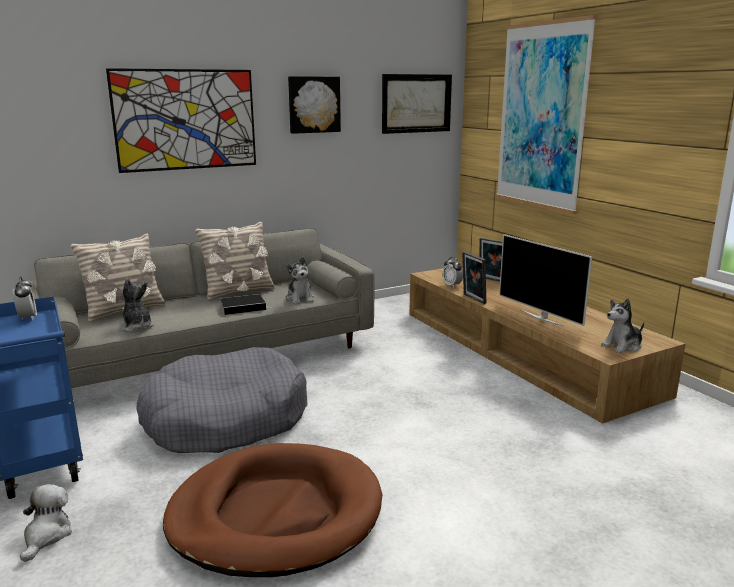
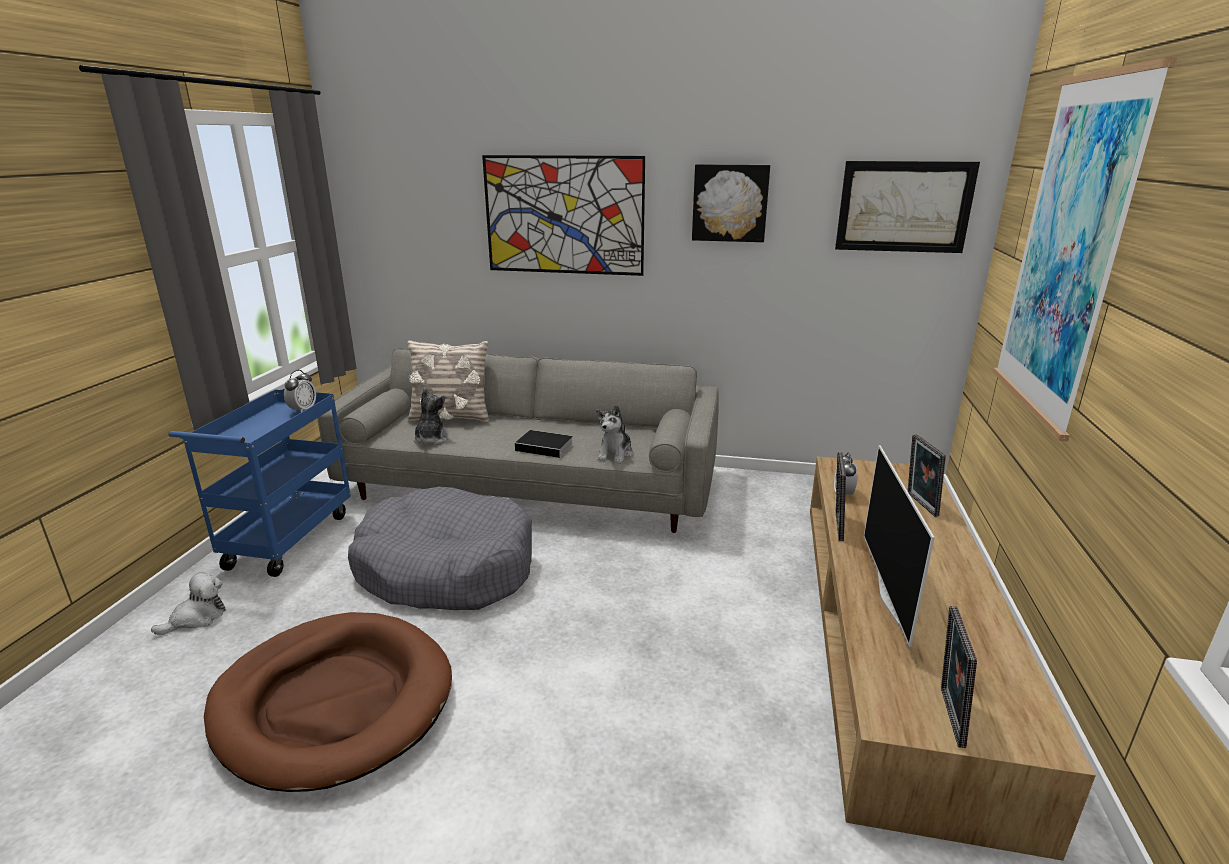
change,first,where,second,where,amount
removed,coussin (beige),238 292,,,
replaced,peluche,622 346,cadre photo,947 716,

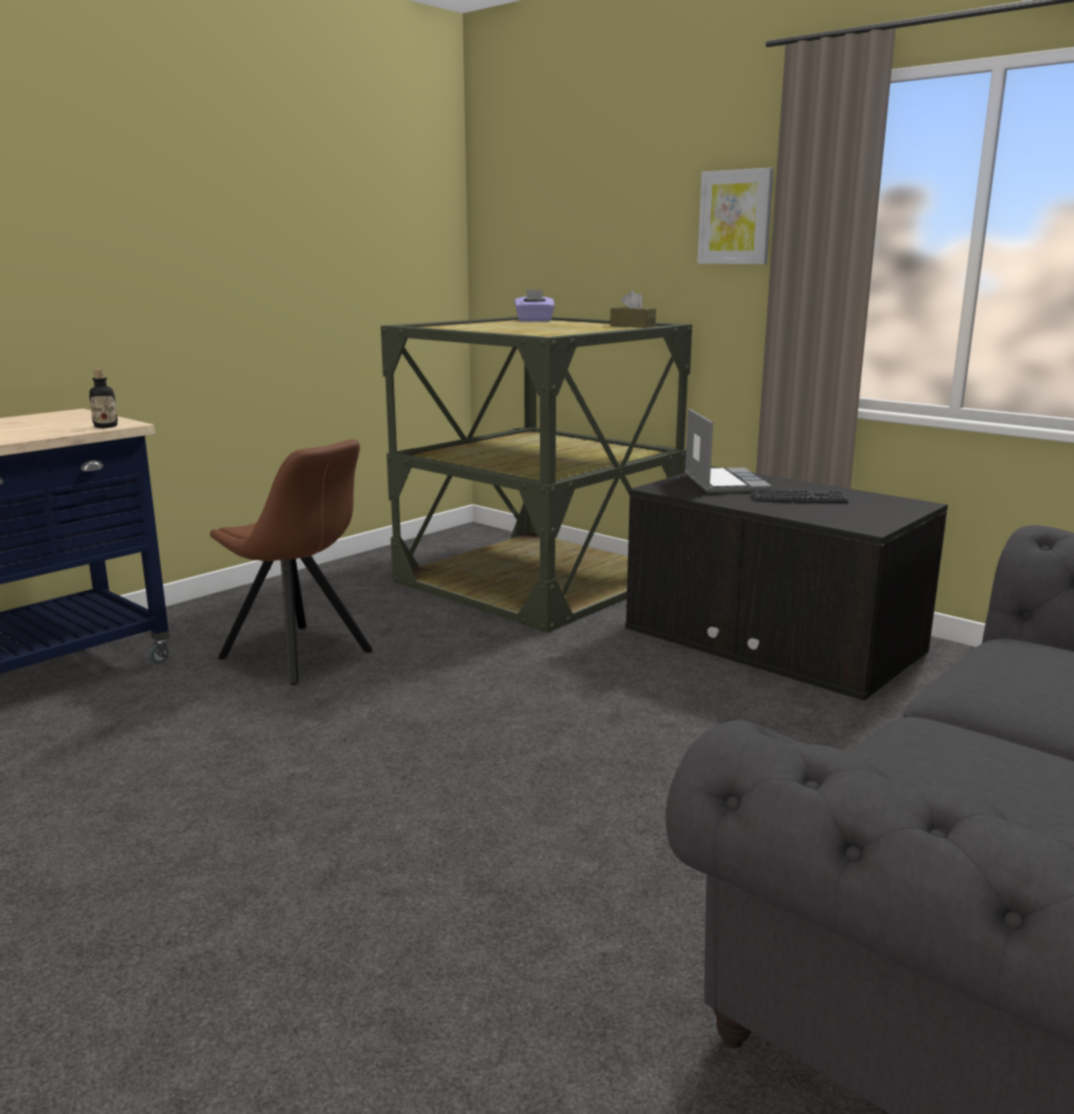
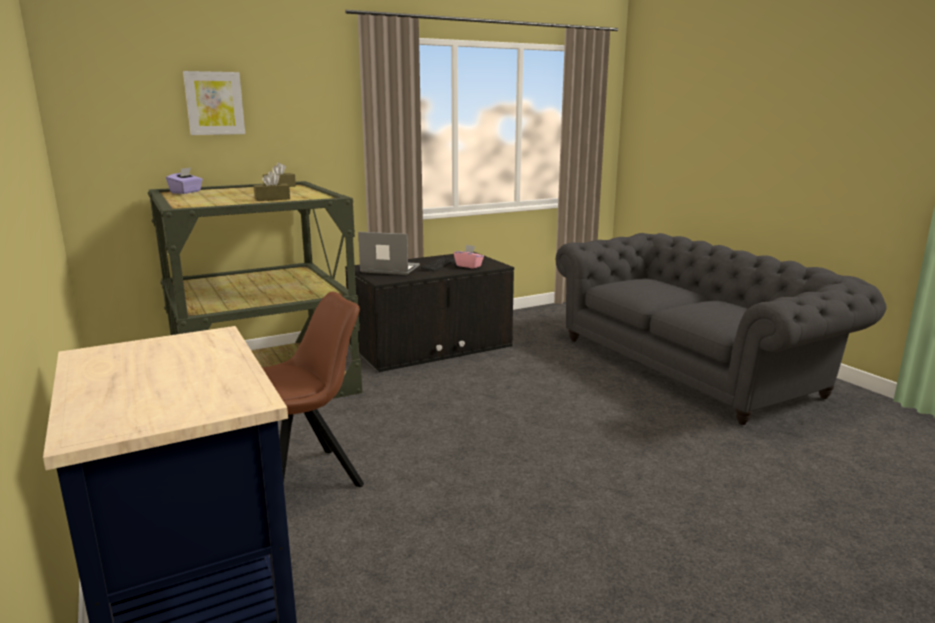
change,first,where,second,where,amount
removed,bouteille,106 426,,,
moved,tableau,735 217,,214 103,
added,,,boîte à mouchoirs (marron),272 199,
added,,,boîte à mouchoirs (rose),469 266,

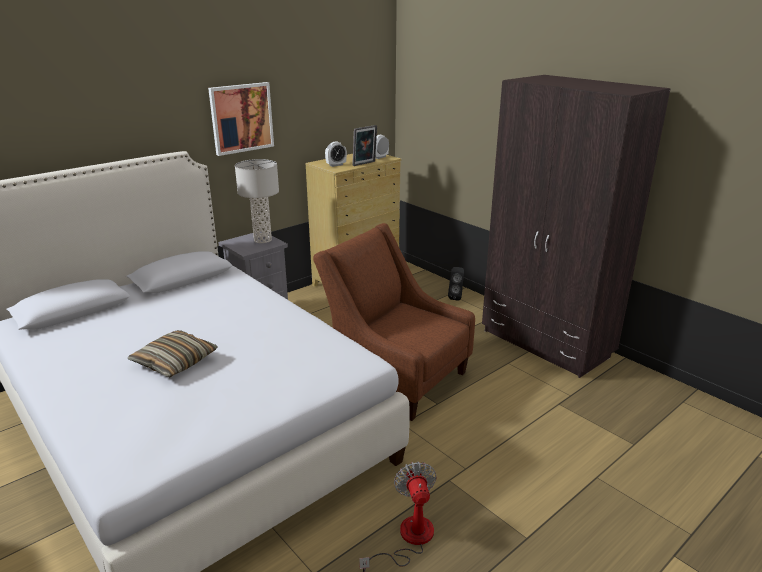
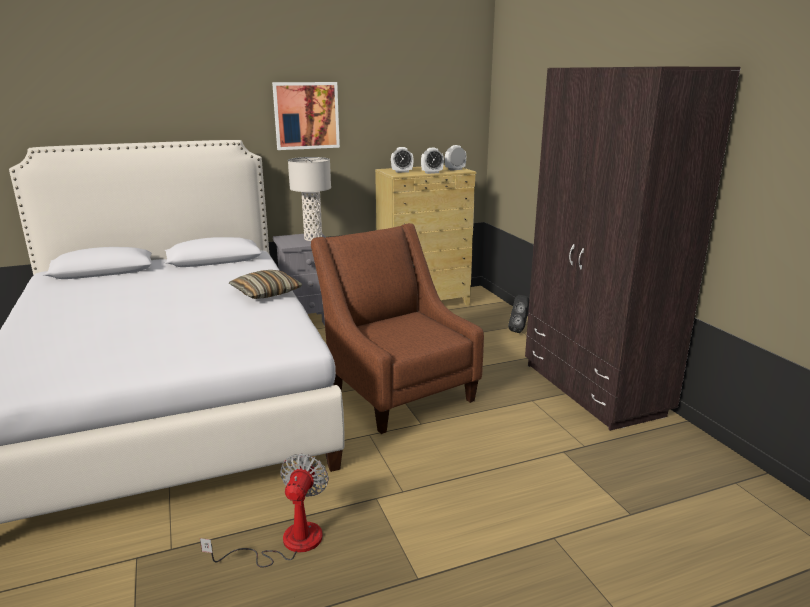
change,first,where,second,where,amount
moved,coussin,175 361,,266 293,
replaced,cadre photo,365 164,réveil,432 172,

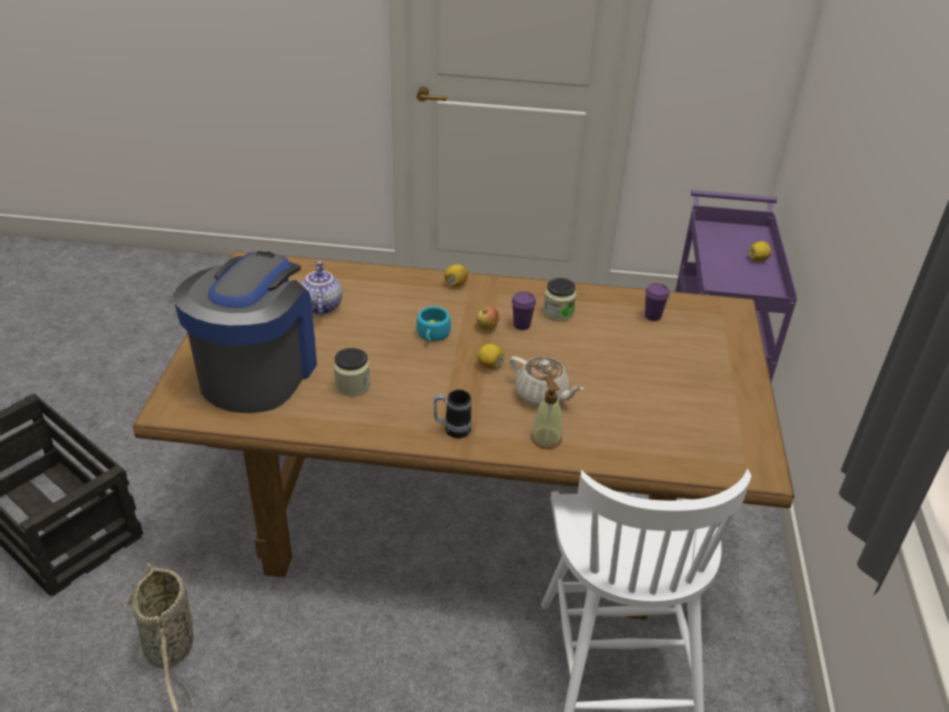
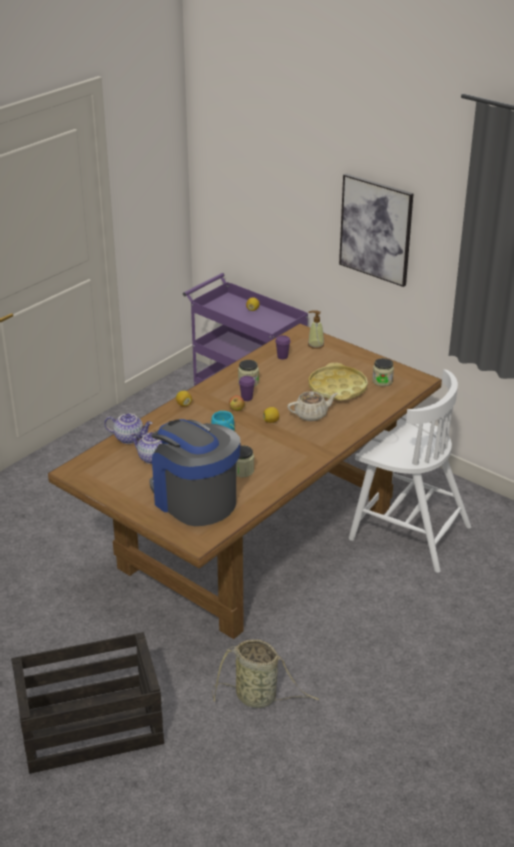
change,first,where,second,where,amount
removed,mug,452 429,,,
moved,distributeur de savon,546 438,,315 345,
added,,,théière,129 438,
added,,,plateau (jaune),337 388,
added,,,tableau,376 229,
added,,,bocal,382 381,

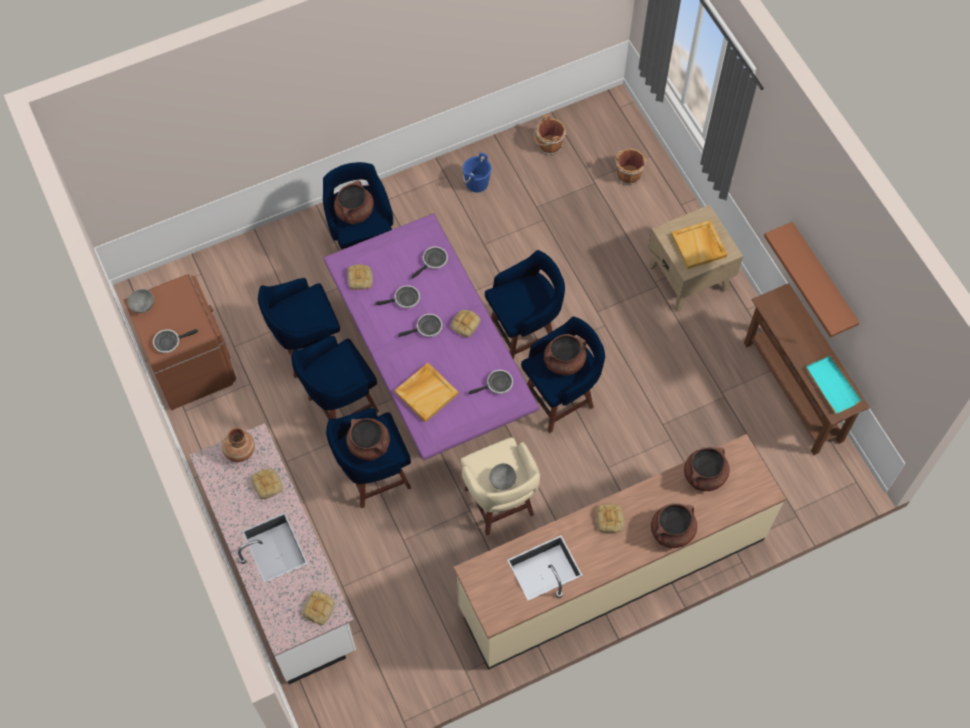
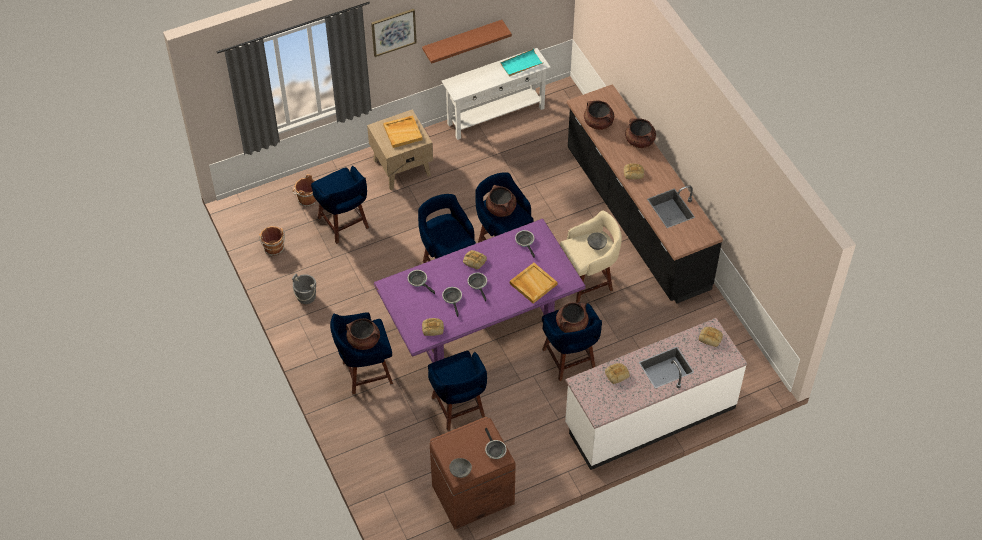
change,first,where,second,where,amount
removed,vase (marron),239 451,,,
moved,tabouret (bleu),340 406,,344 225,
recoloured,comptoir de cuisine (beige),612 572,comptoir de cuisine (noir),636 219,
recoloured,seau (bleu),477 183,seau (gris),306 296,
recoloured,table console (marron),793 391,table console (blanc),495 115,
added,,,tableau,393 32,

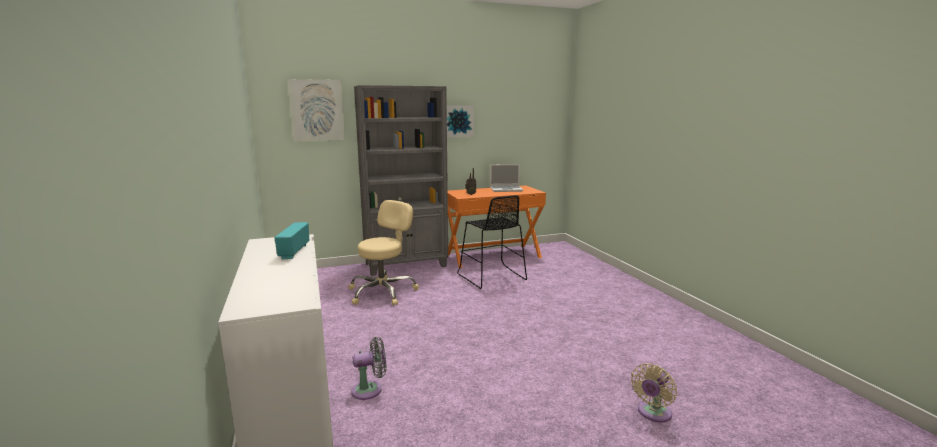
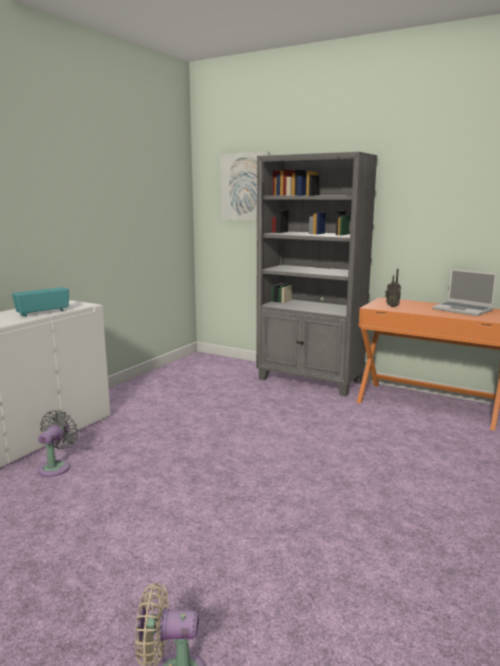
change,first,where,second,where,amount
removed,chaise de bureau (beige),384 291,,,
turned,ventilateur (gris),370 390,,56 467,105 degrees counterclockwise
removed,tableau,458 121,,,
removed,tabouret (noir),491 276,,,

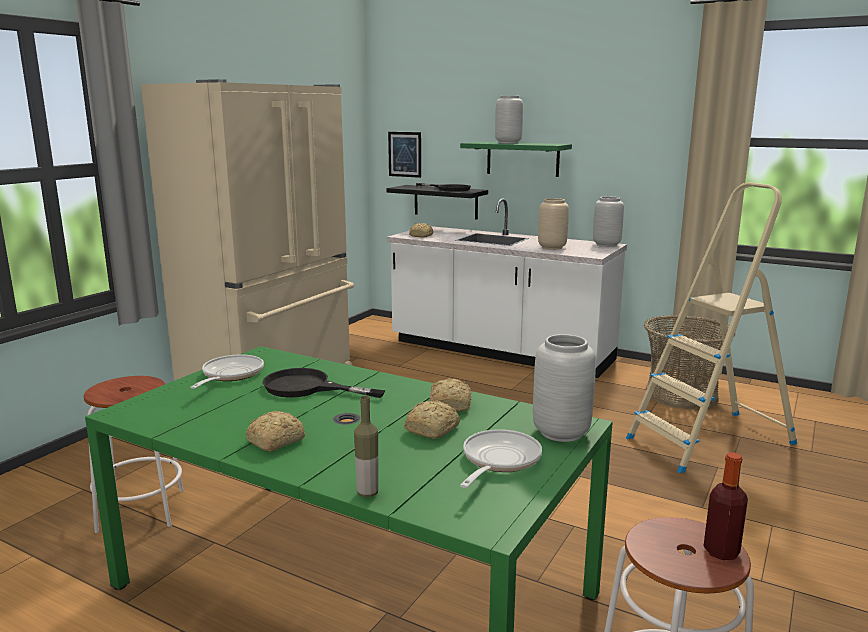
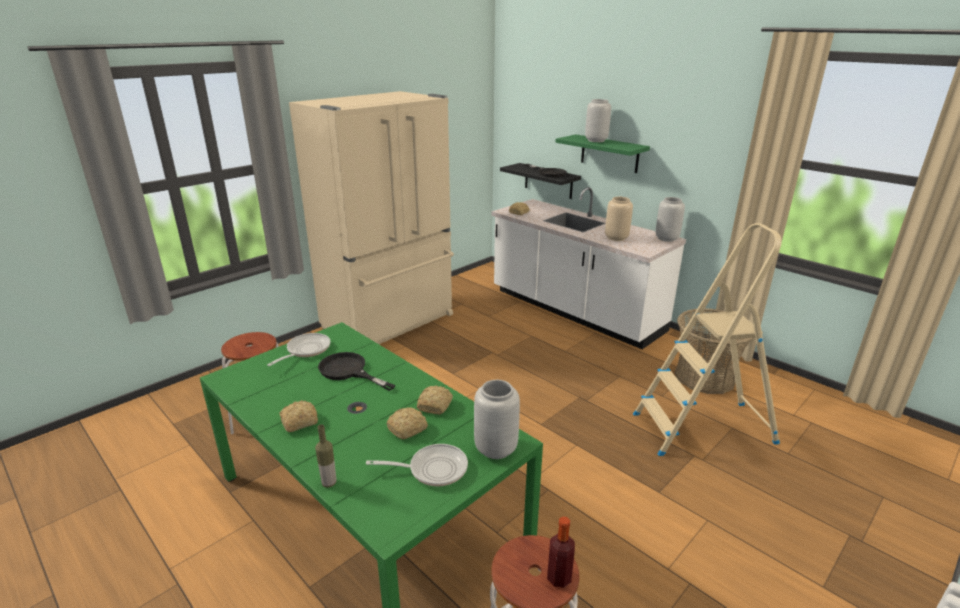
change,first,where,second,where,amount
removed,tableau,405 154,,,
turned,poêle,498 461,,433 469,45 degrees clockwise

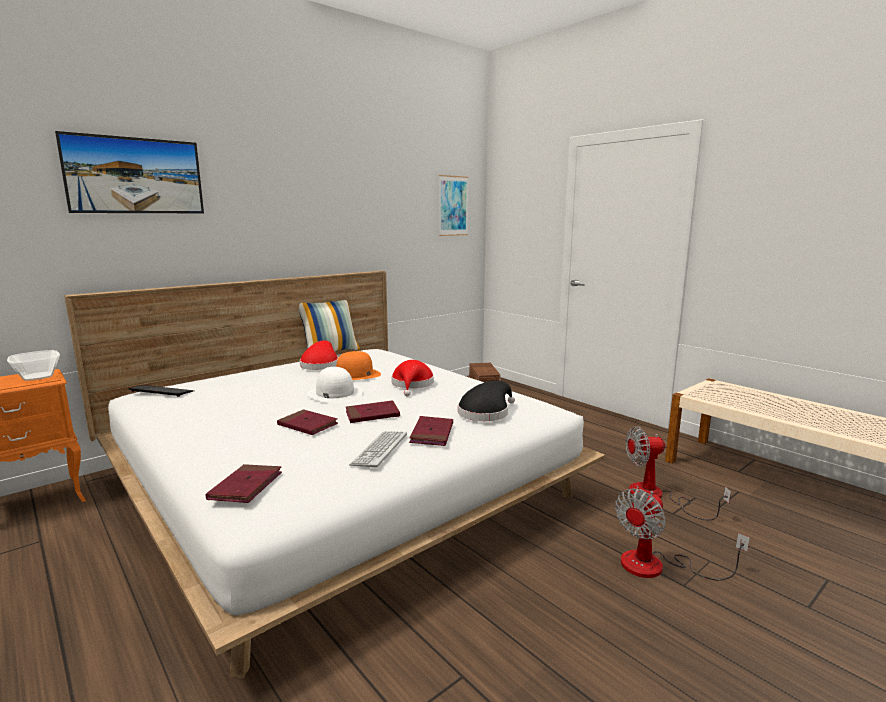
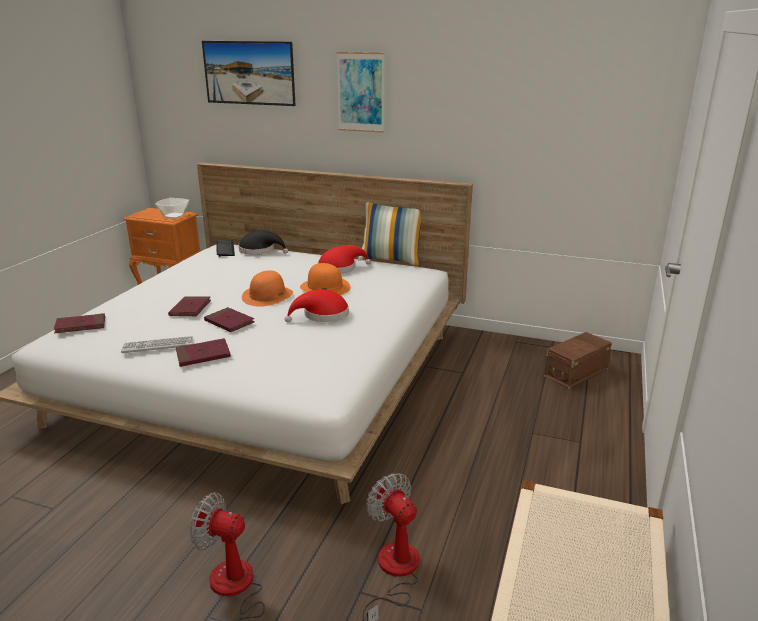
change,first,where,second,where,amount
recoloured,chapeau (blanc),335 394,chapeau (orange),267 295,
moved,tableau,453 206,,361 92,
moved,chapeau (noir),485 412,,259 250,

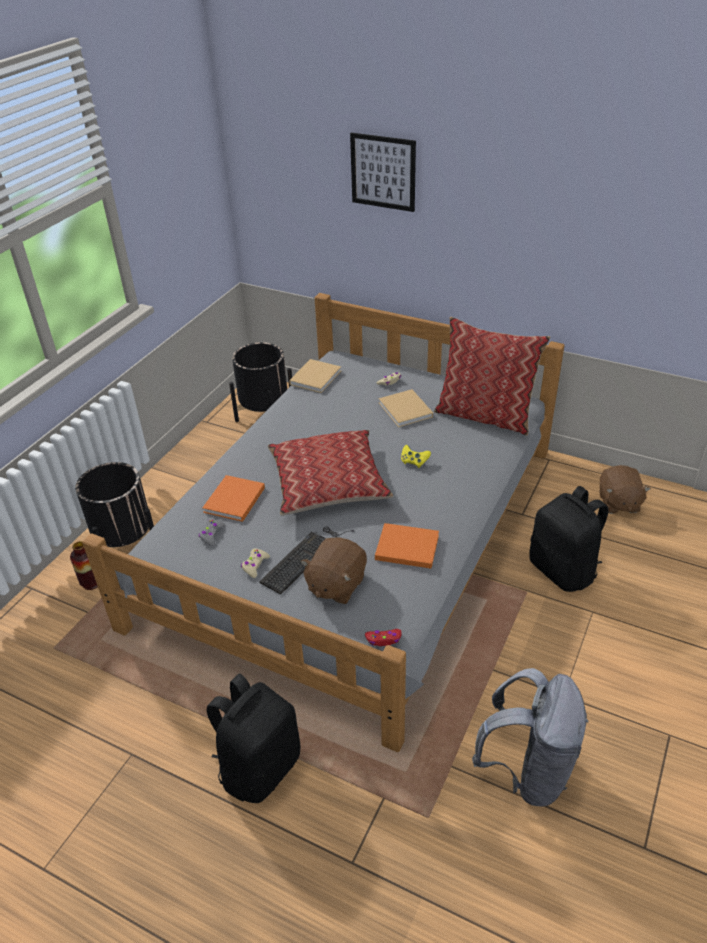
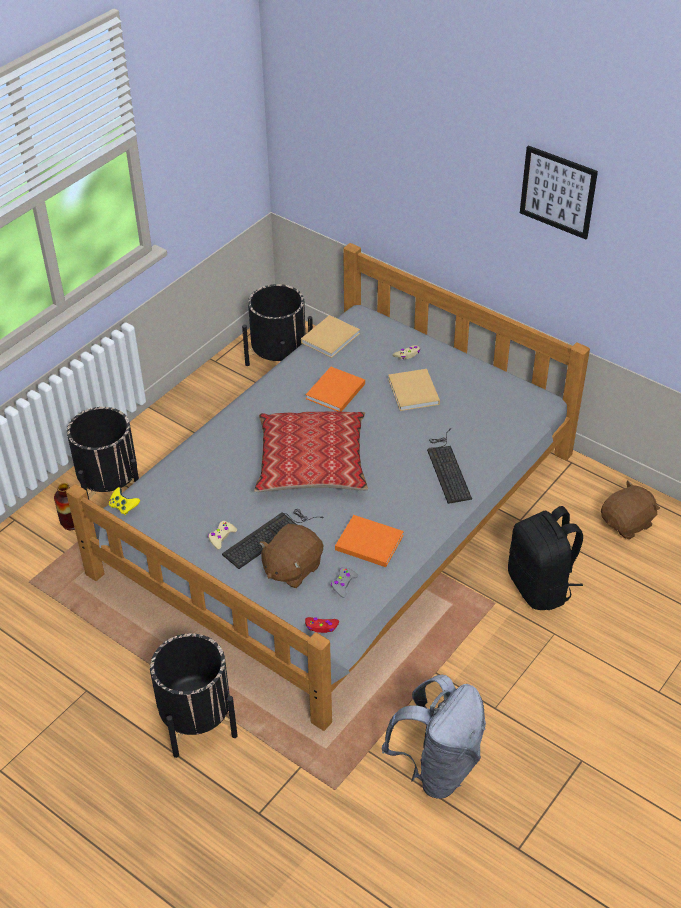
change,first,where,second,where,amount
moved,manette (gris),212 534,,343 584,
moved,livre (orange),233 501,,334 392,
replaced,sac à dos (noir),259 766,cache-pot (noir),197 721,
moved,tableau,383 172,,558 192,
moved,manette (jaune),414 462,,123 507,
removed,coussin,485 415,,,
turned,peluche (marron),618 503,,627 523,135 degrees counterclockwise
added,,,clavier,447 467,

